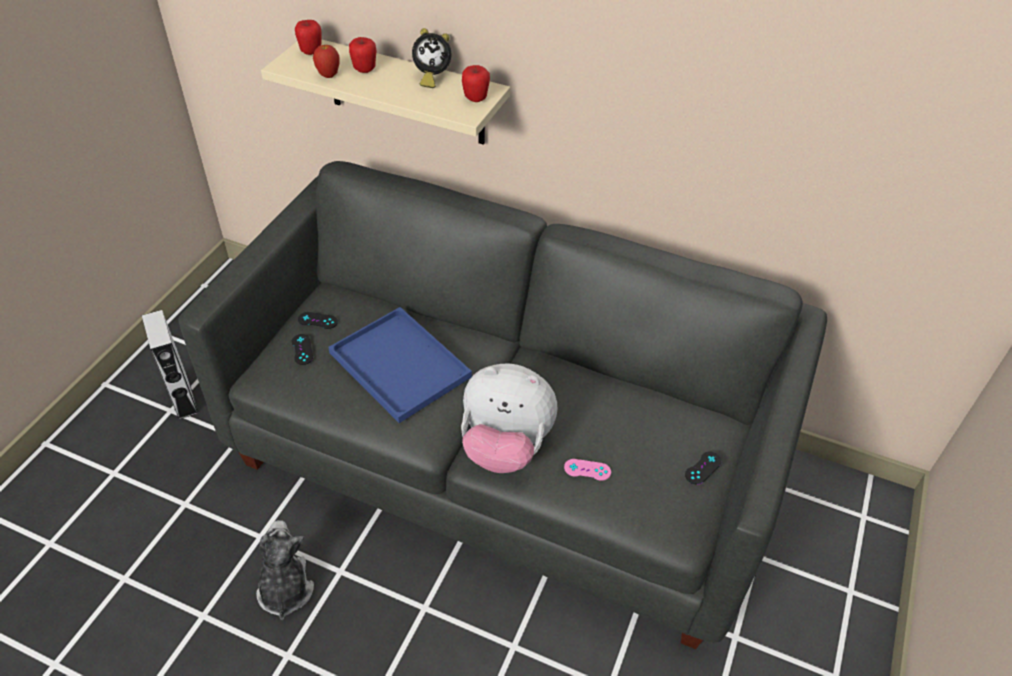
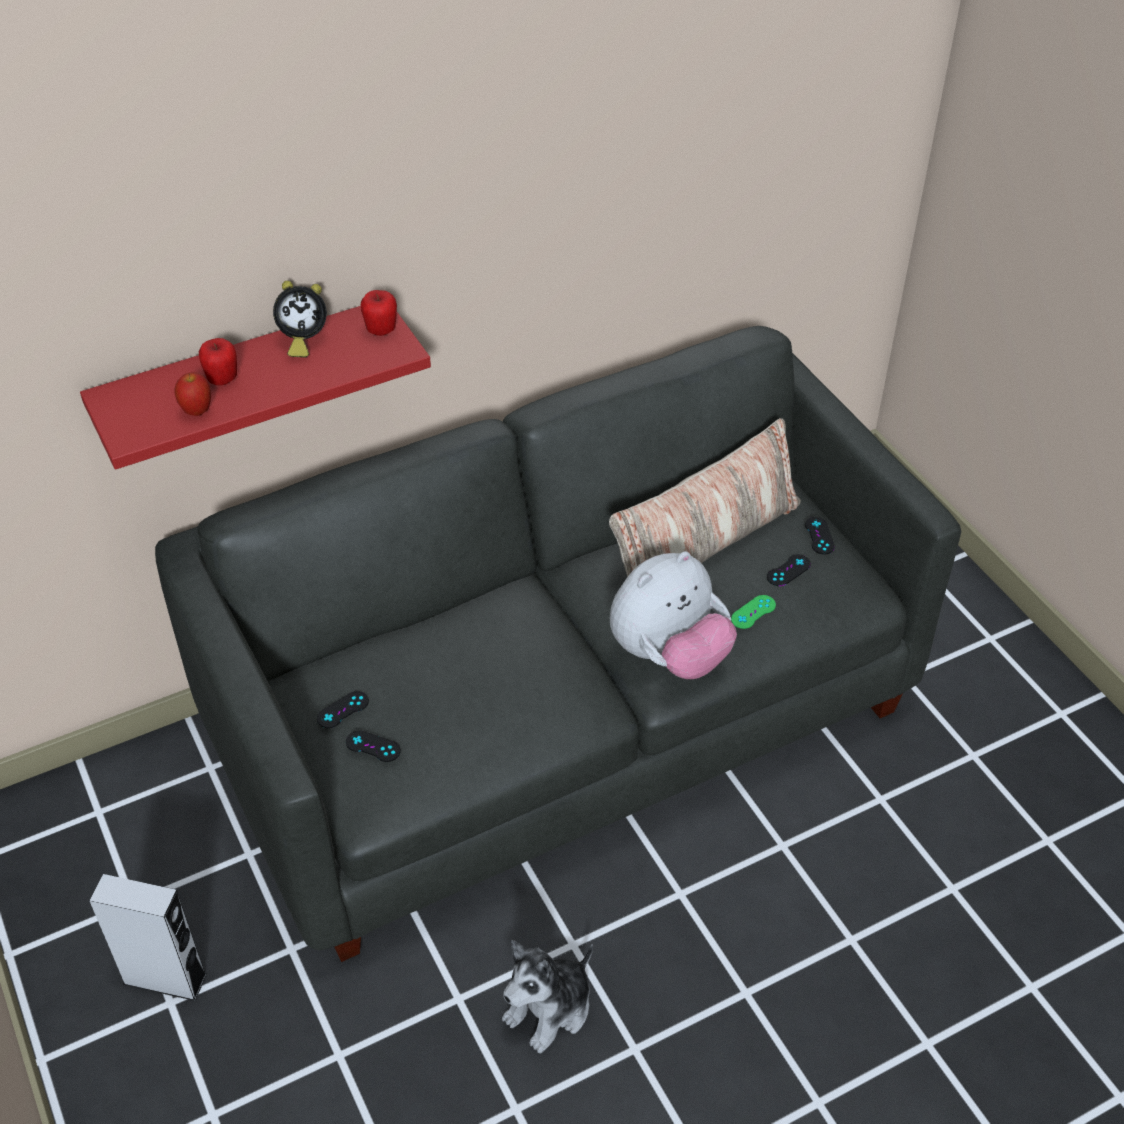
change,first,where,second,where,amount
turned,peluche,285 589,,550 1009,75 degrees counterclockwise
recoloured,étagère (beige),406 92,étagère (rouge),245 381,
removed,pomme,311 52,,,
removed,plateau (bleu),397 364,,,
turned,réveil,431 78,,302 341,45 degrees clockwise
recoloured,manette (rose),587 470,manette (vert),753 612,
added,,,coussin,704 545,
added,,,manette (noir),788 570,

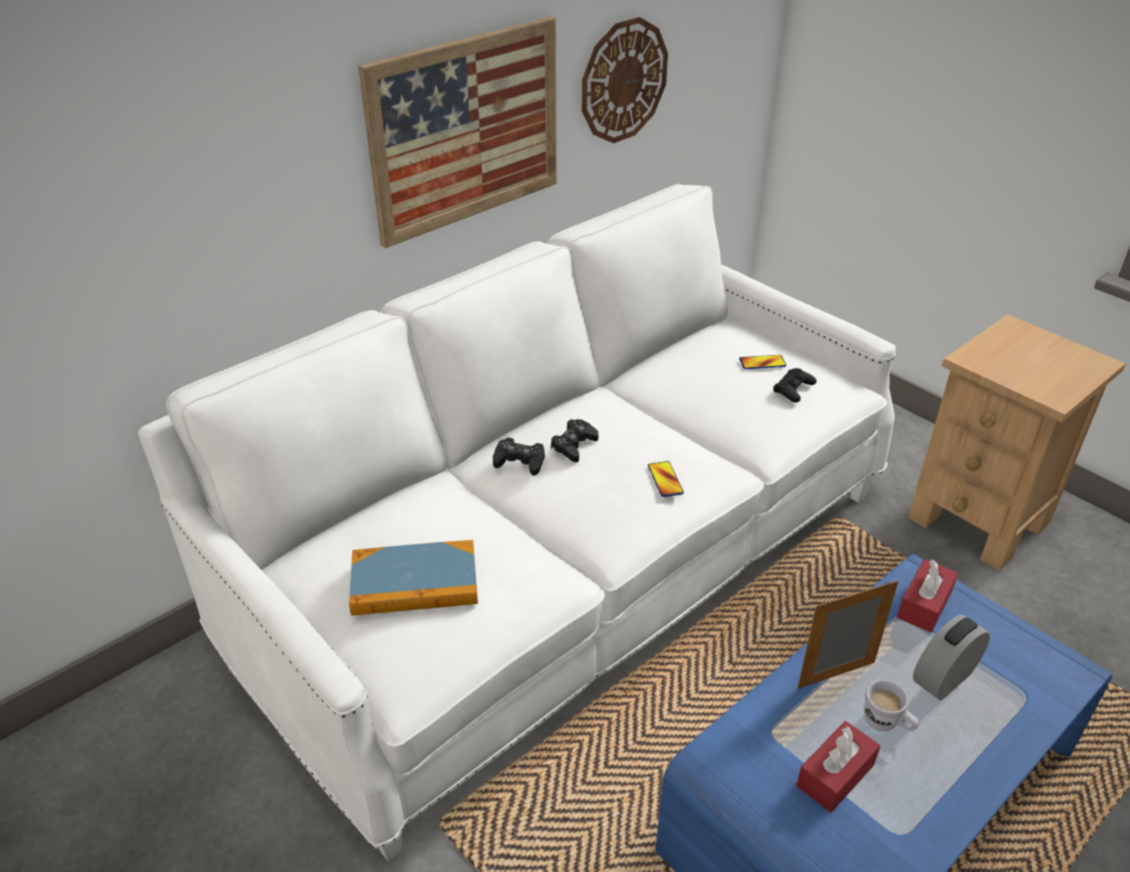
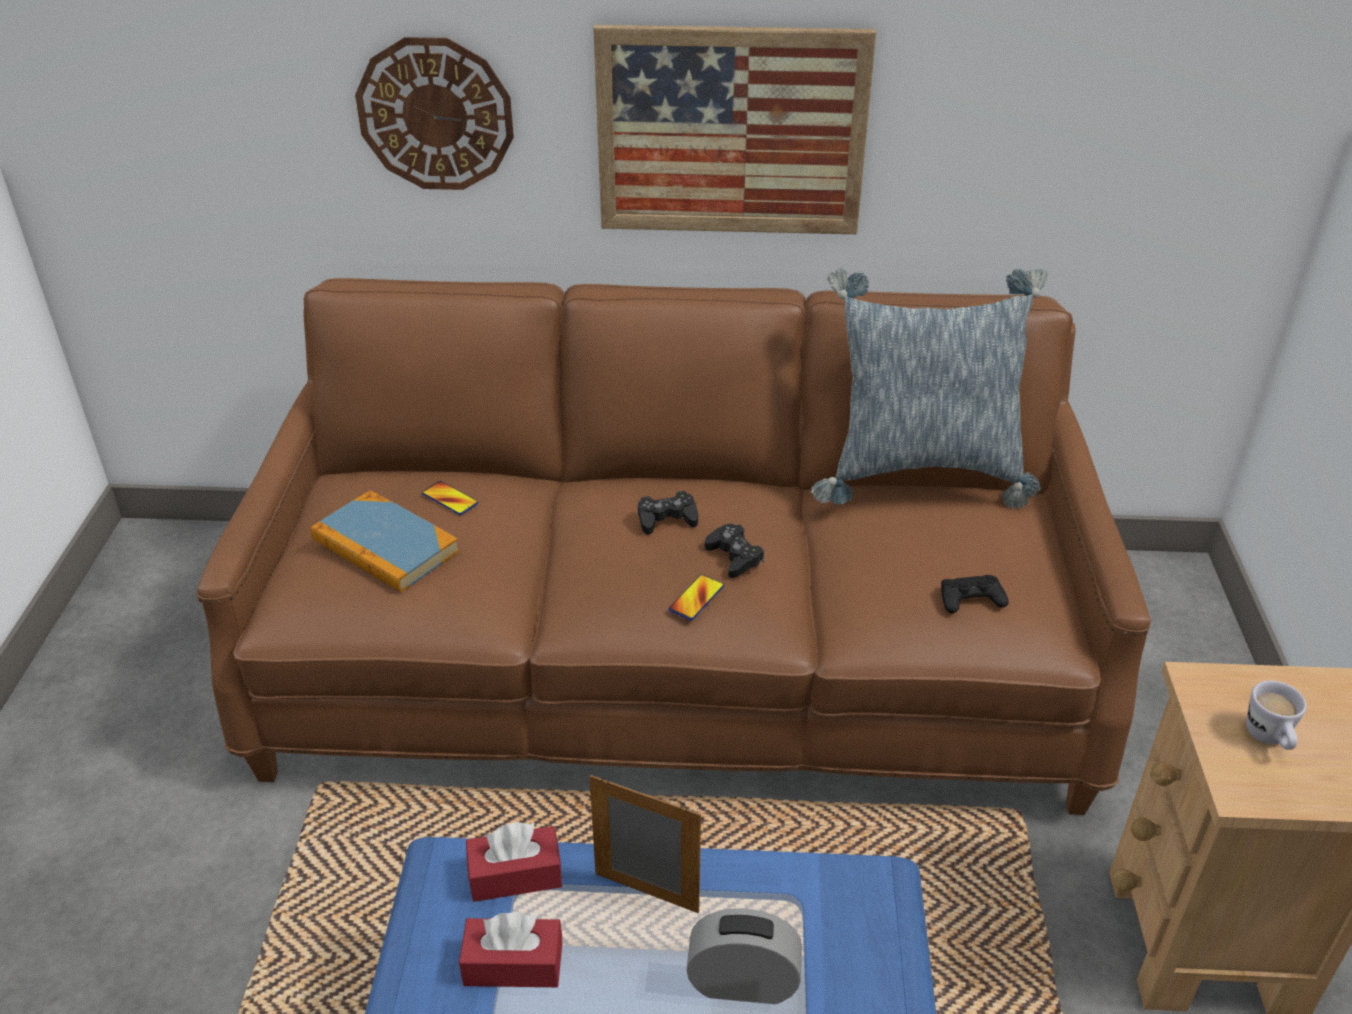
change,first,where,second,where,amount
recoloured,canapé (blanc),565 565,canapé (marron),676 662,
moved,manette (noir),520 461,,734 556,
moved,horloge murale,623 81,,435 114,
moved,téléphone,762 363,,450 499,
moved,mug (blanc),886 725,,1269 739,
moved,boîte à mouchoirs (rouge),924 605,,515 875,
added,,,coussin,917 484,

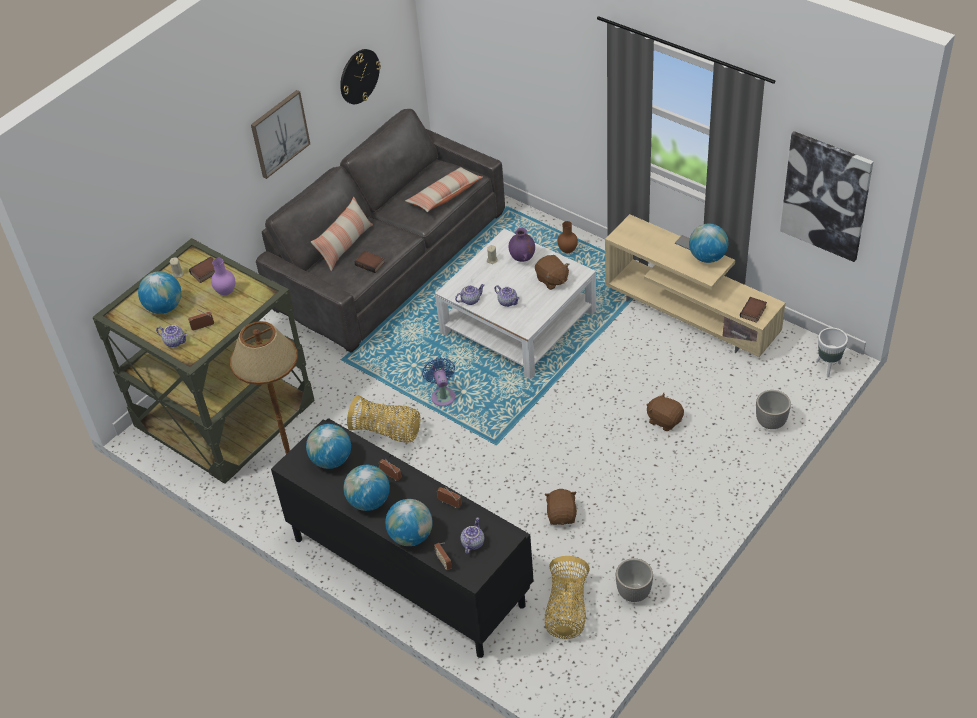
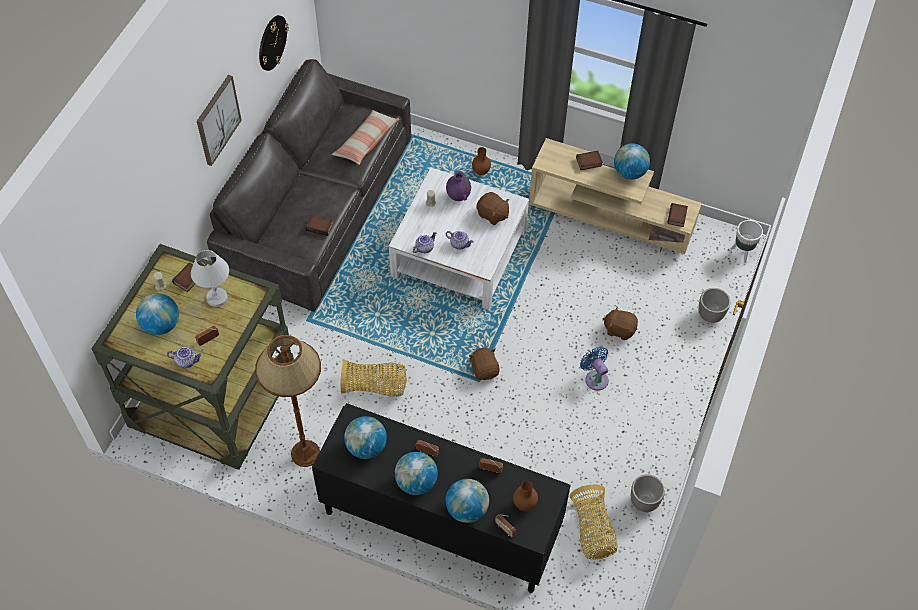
change,first,where,second,where,amount
replaced,vase (violet),225 292,lampe de table (blanc),217 298,
removed,coussin,345 245,,,
moved,ventilateur (bleu),442 395,,595 378,
replaced,théière,472 543,vase (marron),524 504,
moved,peluche (marron),562 515,,484 370,
removed,tableau,826 196,,,
added,,,livre,589 162,

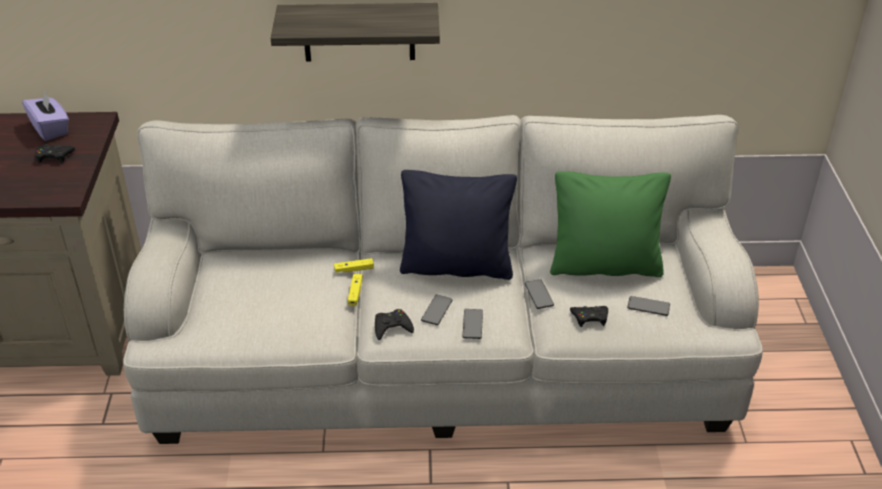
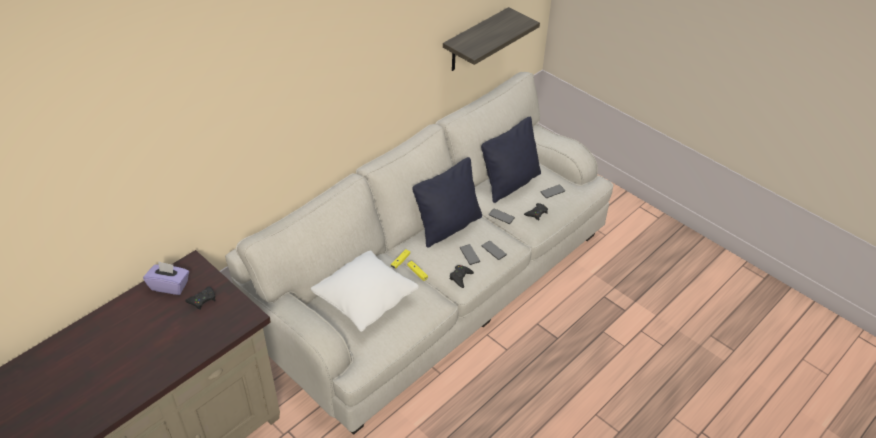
change,first,where,second,where,amount
moved,étagère,359 32,,475 41,
recoloured,coussin (vert),604 266,coussin (noir),510 183,
added,,,coussin (blanc),365 302,

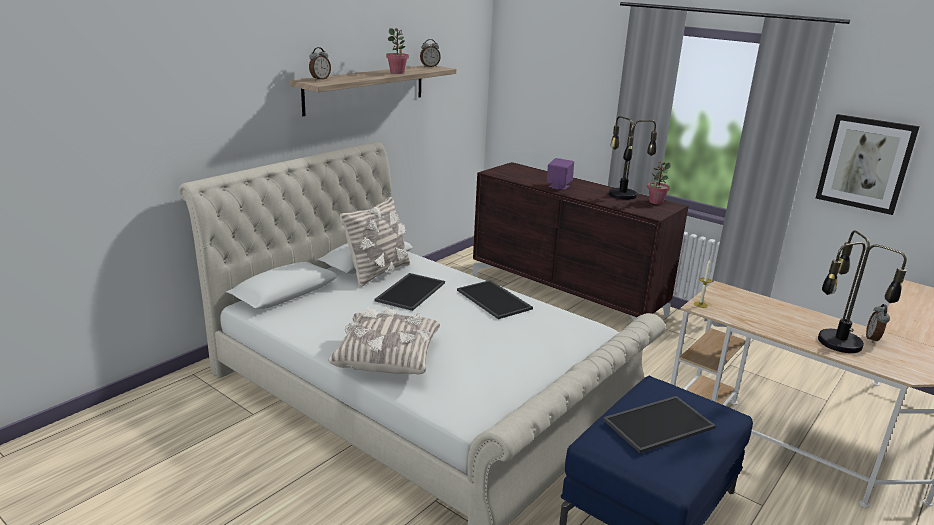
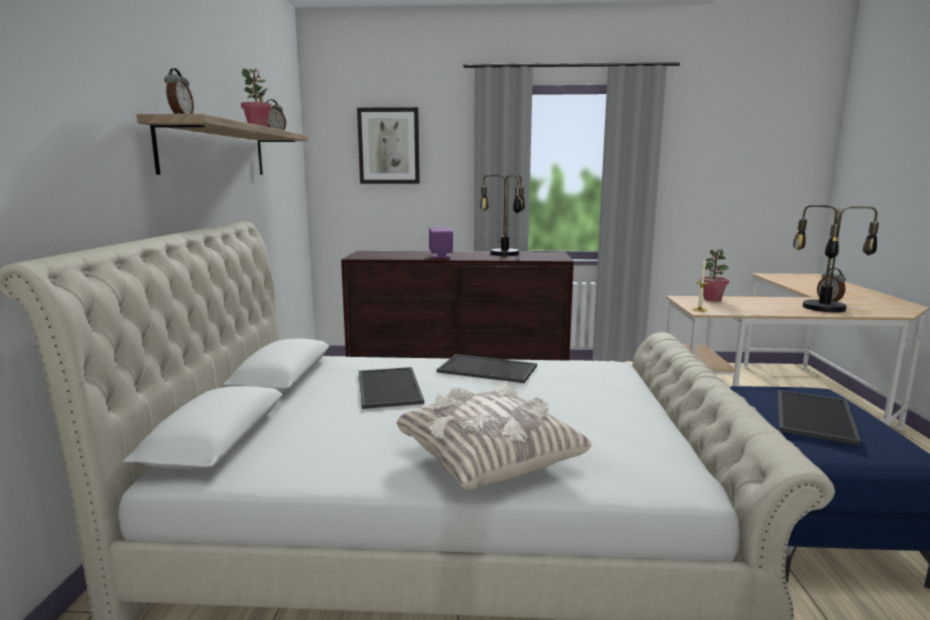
change,first,where,second,where,amount
removed,coussin (beige),378 273,,,
moved,plante en pot,656 202,,712 299,
moved,tableau,865 163,,389 146,

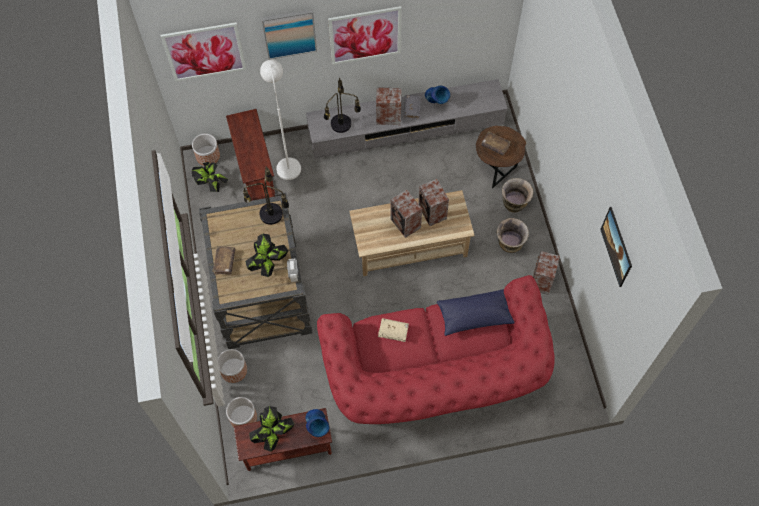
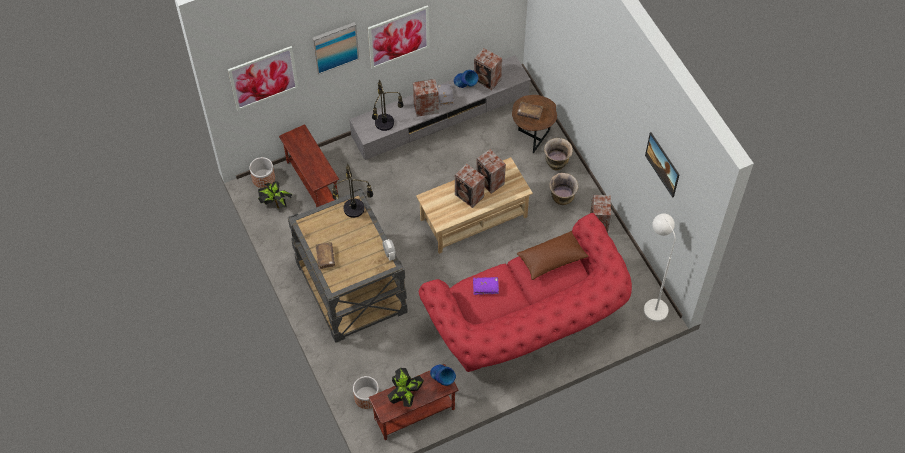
change,first,where,second,where,amount
removed,cache-pot,233 370,,,
removed,plante en pot,268 264,,,
moved,lampadaire (blanc),287 163,,651 304,
recoloured,livre (beige),393 331,livre (violet),485 287,
recoloured,coussin (bleu),474 316,coussin (marron),552 259,
added,,,enceinte,487 80,

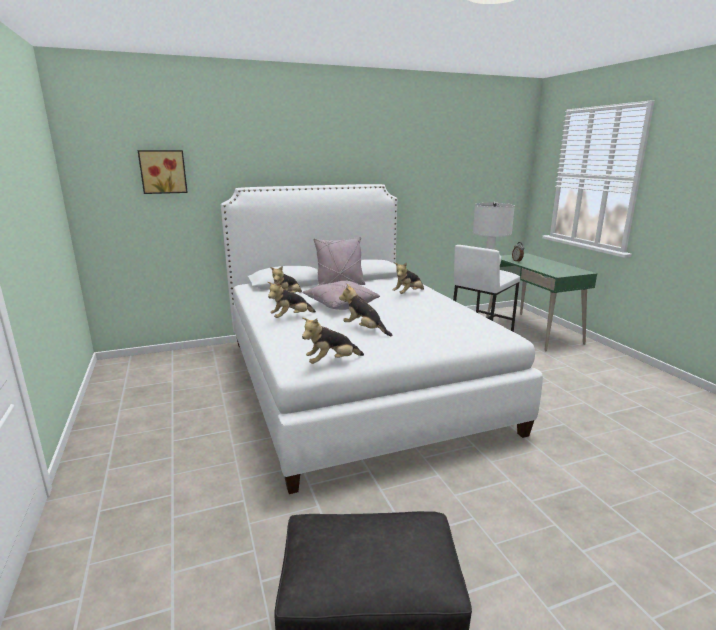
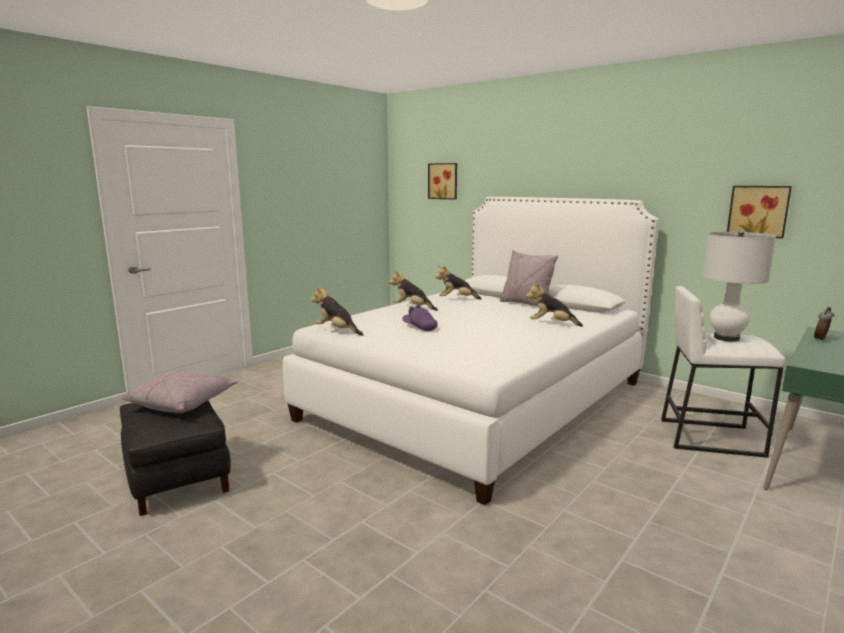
change,first,where,second,where,amount
moved,coussin (violet),340 305,,183 403,
replaced,peluche,364 330,casquette (violet),419 328,
added,,,tableau,758 211,

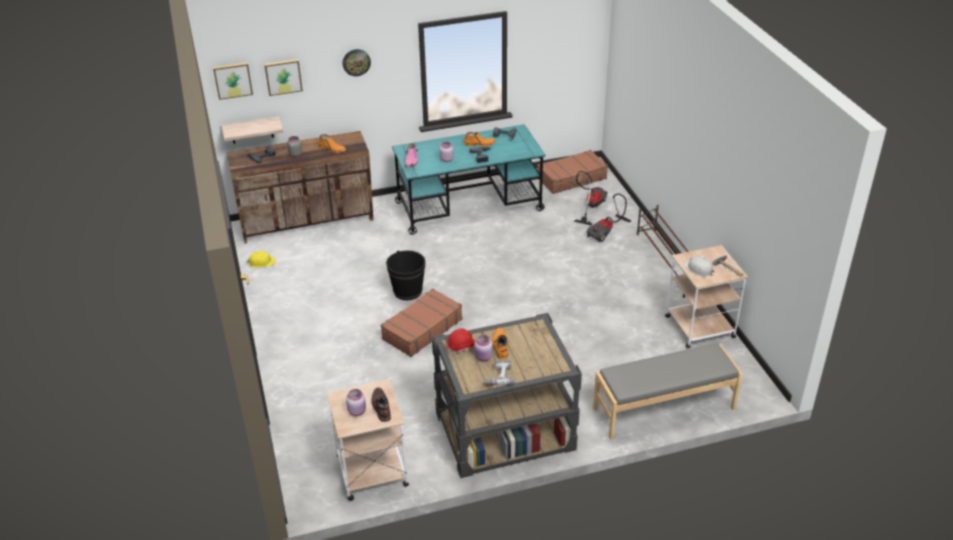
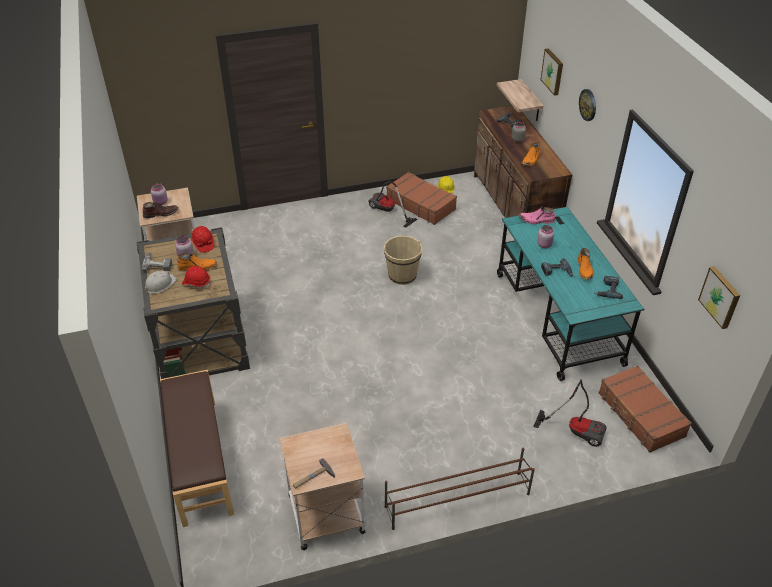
change,first,where,second,where,amount
moved,tableau,233 80,,720 297,
moved,valise (marron),421 329,,421 204,
recoloured,seau (noir),408 291,seau (beige),402 275,
moved,aspirateur,607 232,,387 212,
recoloured,banc (gris),664 409,banc (marron),199 461,
moved,casque de chantier (blanc),699 269,,160 284,
added,,,casque de chantier (rouge),196 283,

